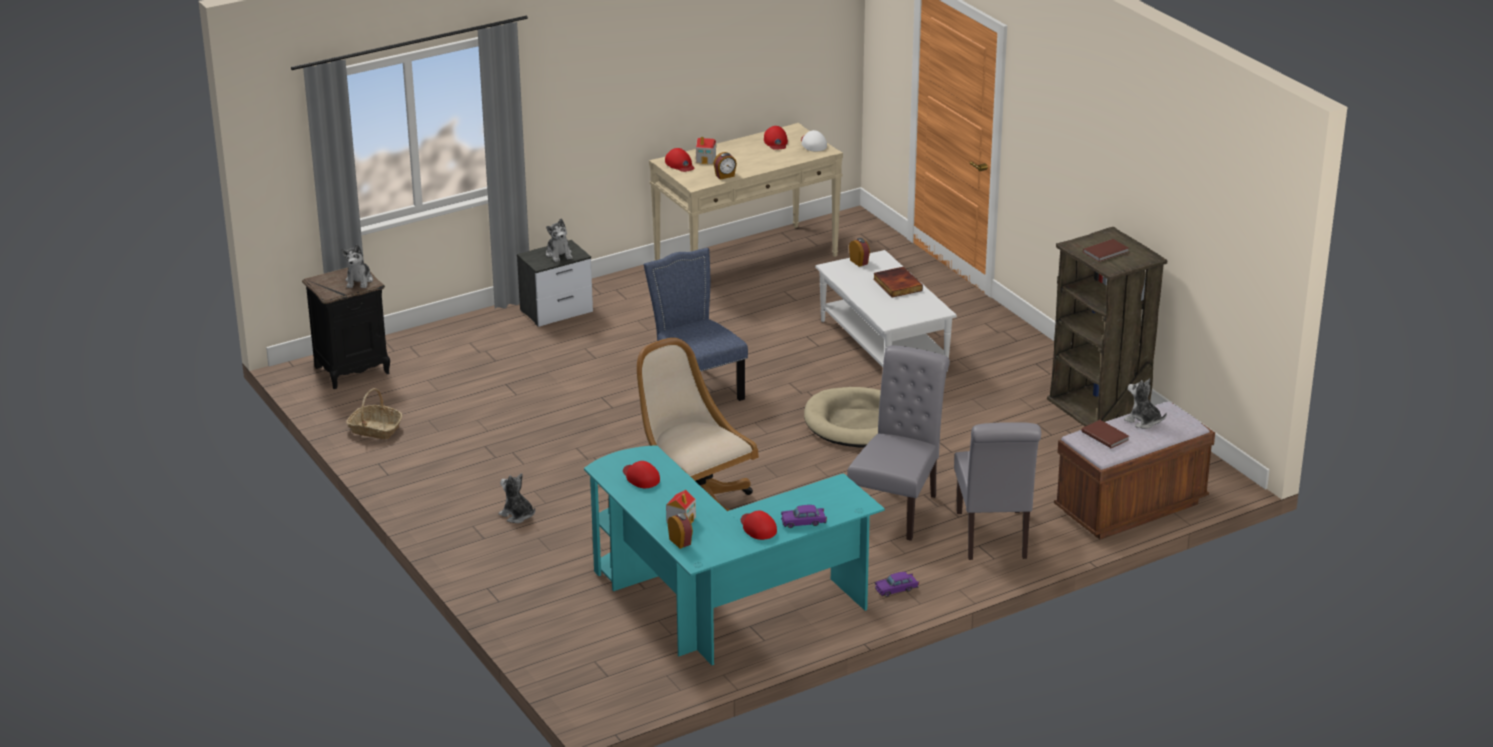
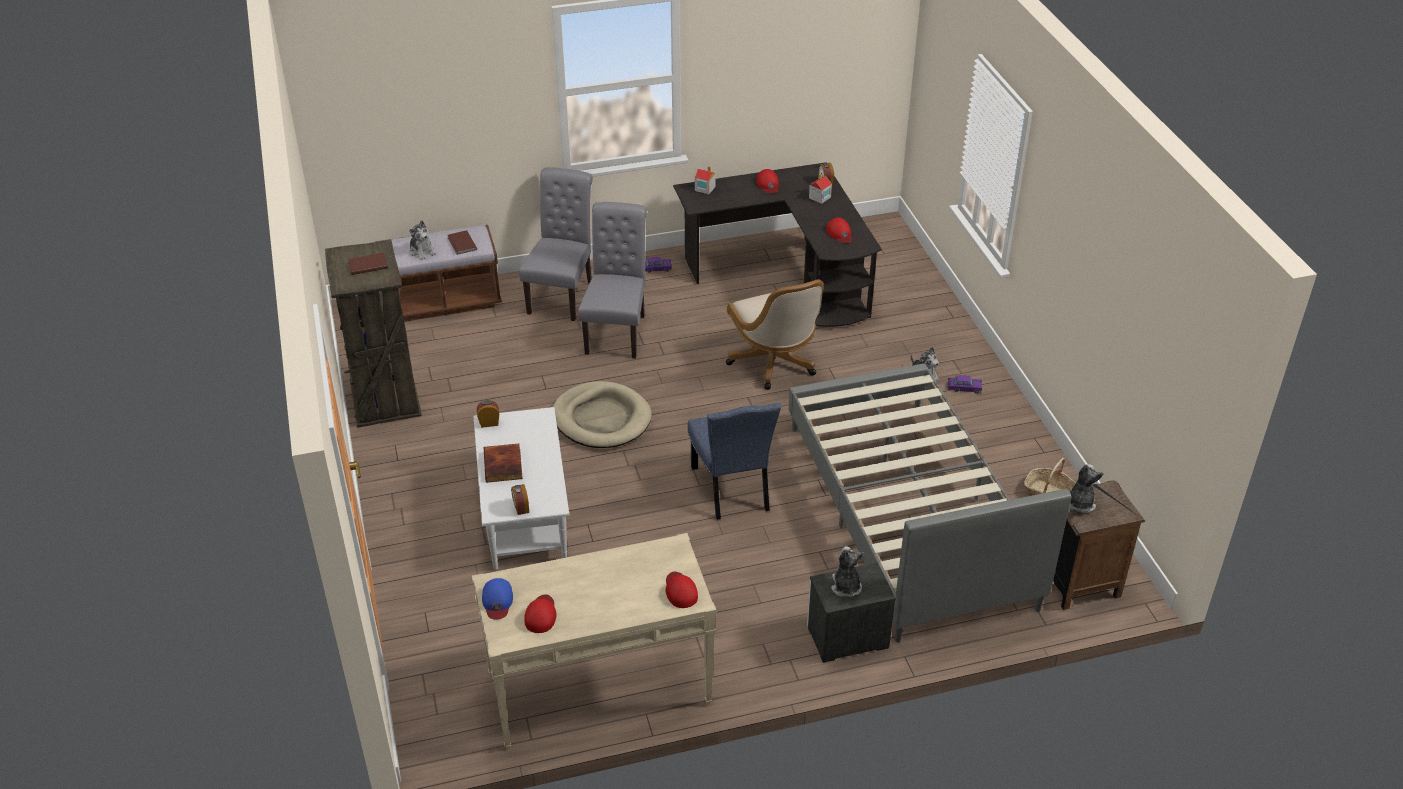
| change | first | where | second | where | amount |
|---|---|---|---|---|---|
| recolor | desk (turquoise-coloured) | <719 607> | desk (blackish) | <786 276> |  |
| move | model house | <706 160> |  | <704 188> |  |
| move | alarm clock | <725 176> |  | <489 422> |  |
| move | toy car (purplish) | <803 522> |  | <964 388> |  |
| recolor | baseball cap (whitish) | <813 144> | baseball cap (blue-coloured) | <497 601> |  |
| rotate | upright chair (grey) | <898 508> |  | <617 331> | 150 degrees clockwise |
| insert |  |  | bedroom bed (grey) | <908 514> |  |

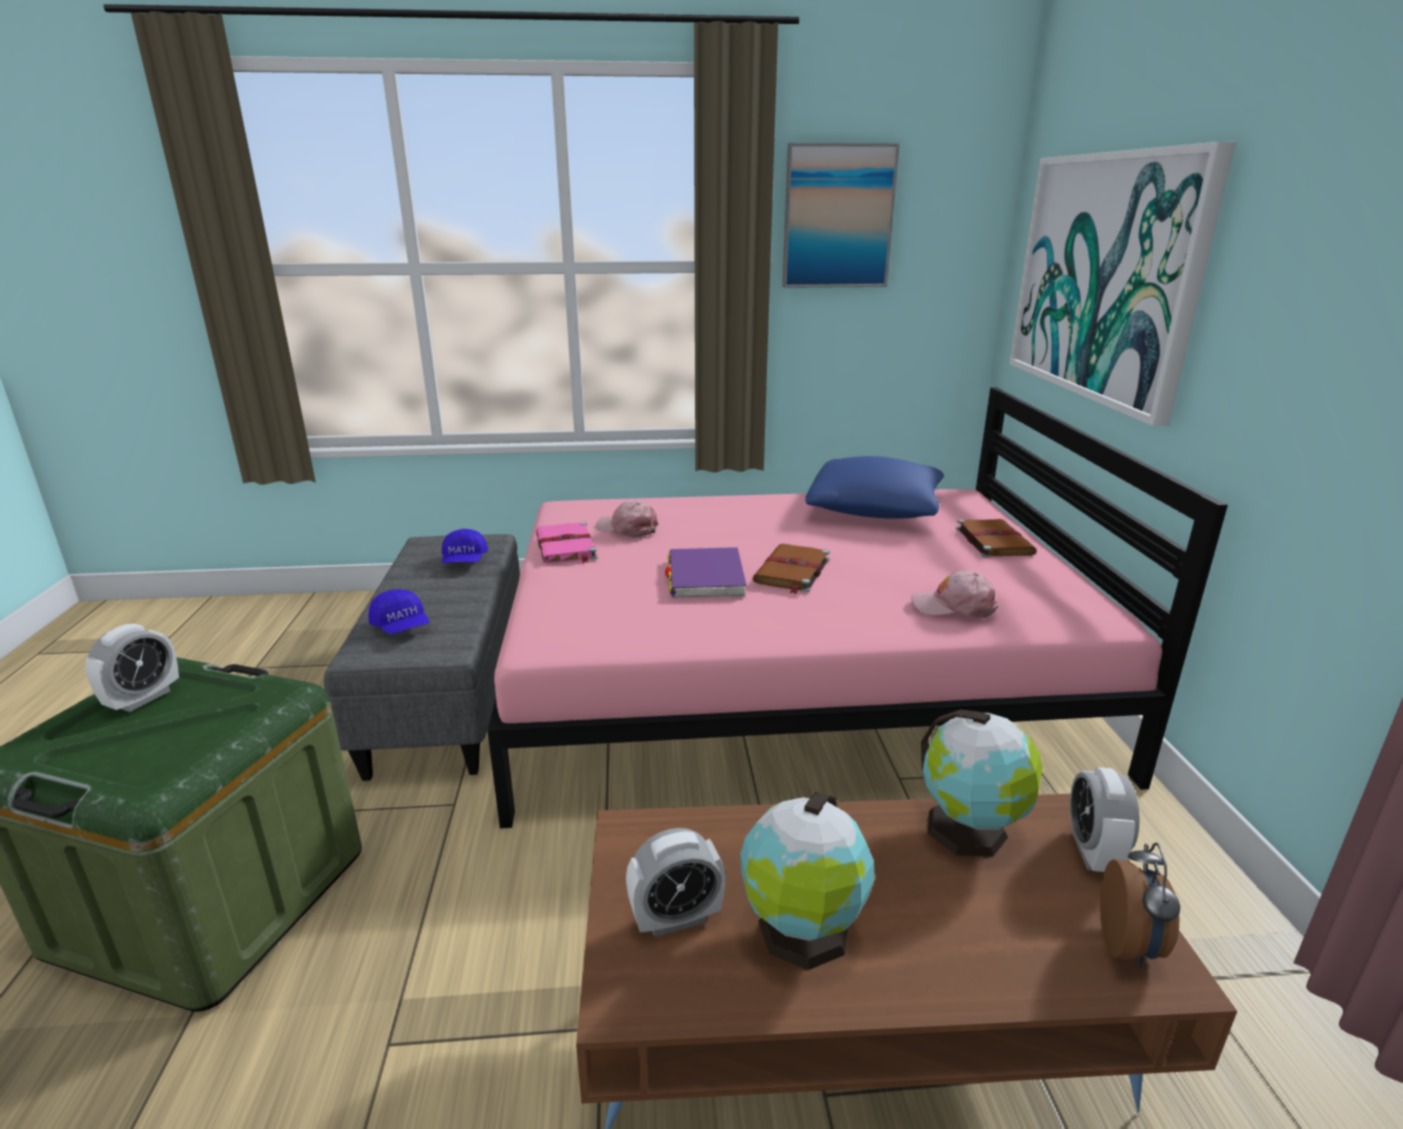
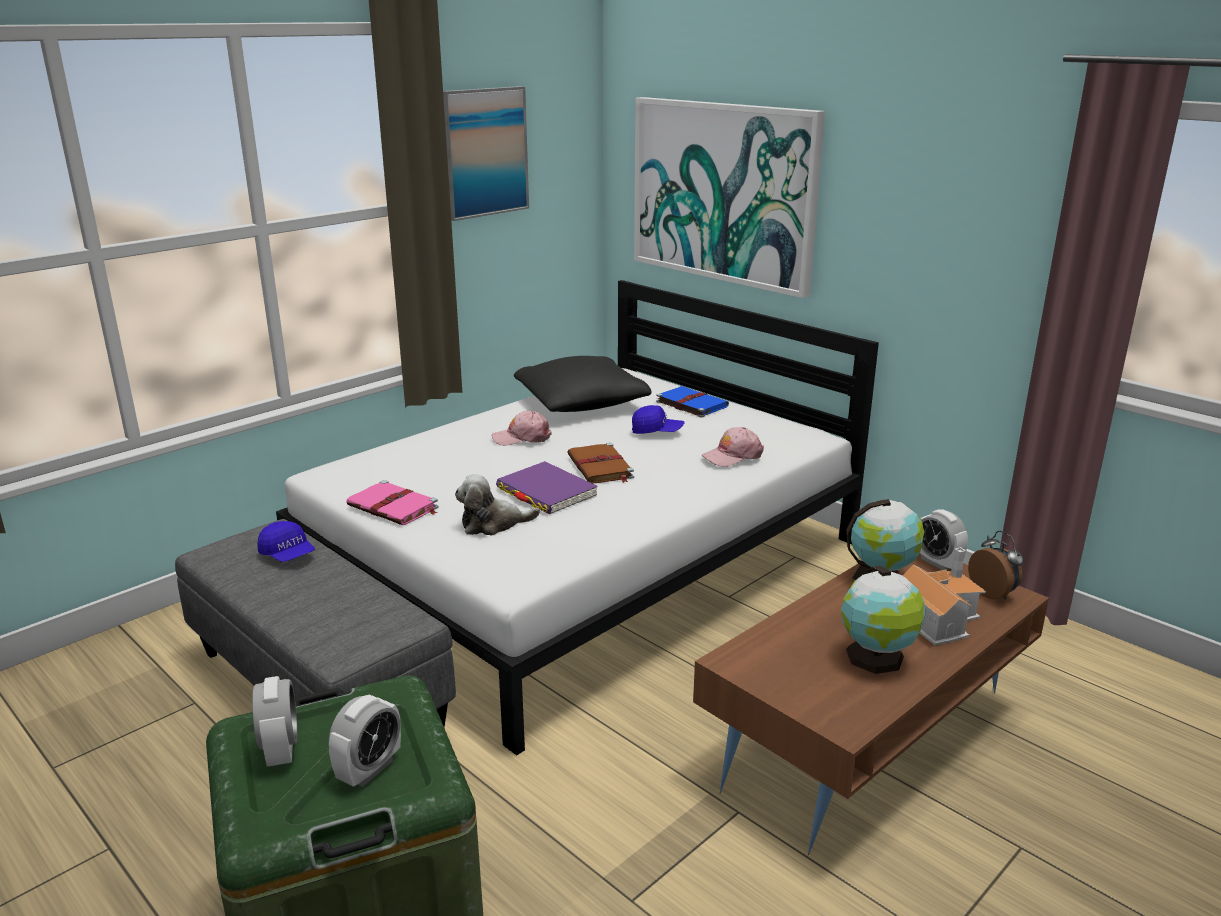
| change | first | where | second | where | amount |
|---|---|---|---|---|---|
| move | baseball cap (blue-coloured) | <401 627> |  | <657 431> |  |
| recolor | bedroom bed (pink) | <791 678> | bedroom bed (whitish) | <584 563> |  |
| move | baseball cap (pink) | <627 528> |  | <522 437> |  |
| move | alarm clock | <676 919> |  | <369 770> |  |
| recolor | cushion (blue-coloured) | <874 509> | cushion (blackish) | <581 402> |  |
| recolor | bound book (brown) | <993 540> | bound book (blue-coloured) | <690 404> |  |
| insert |  |  | soft toy | <493 524> |  |
| insert |  |  | model house | <937 617> |  |

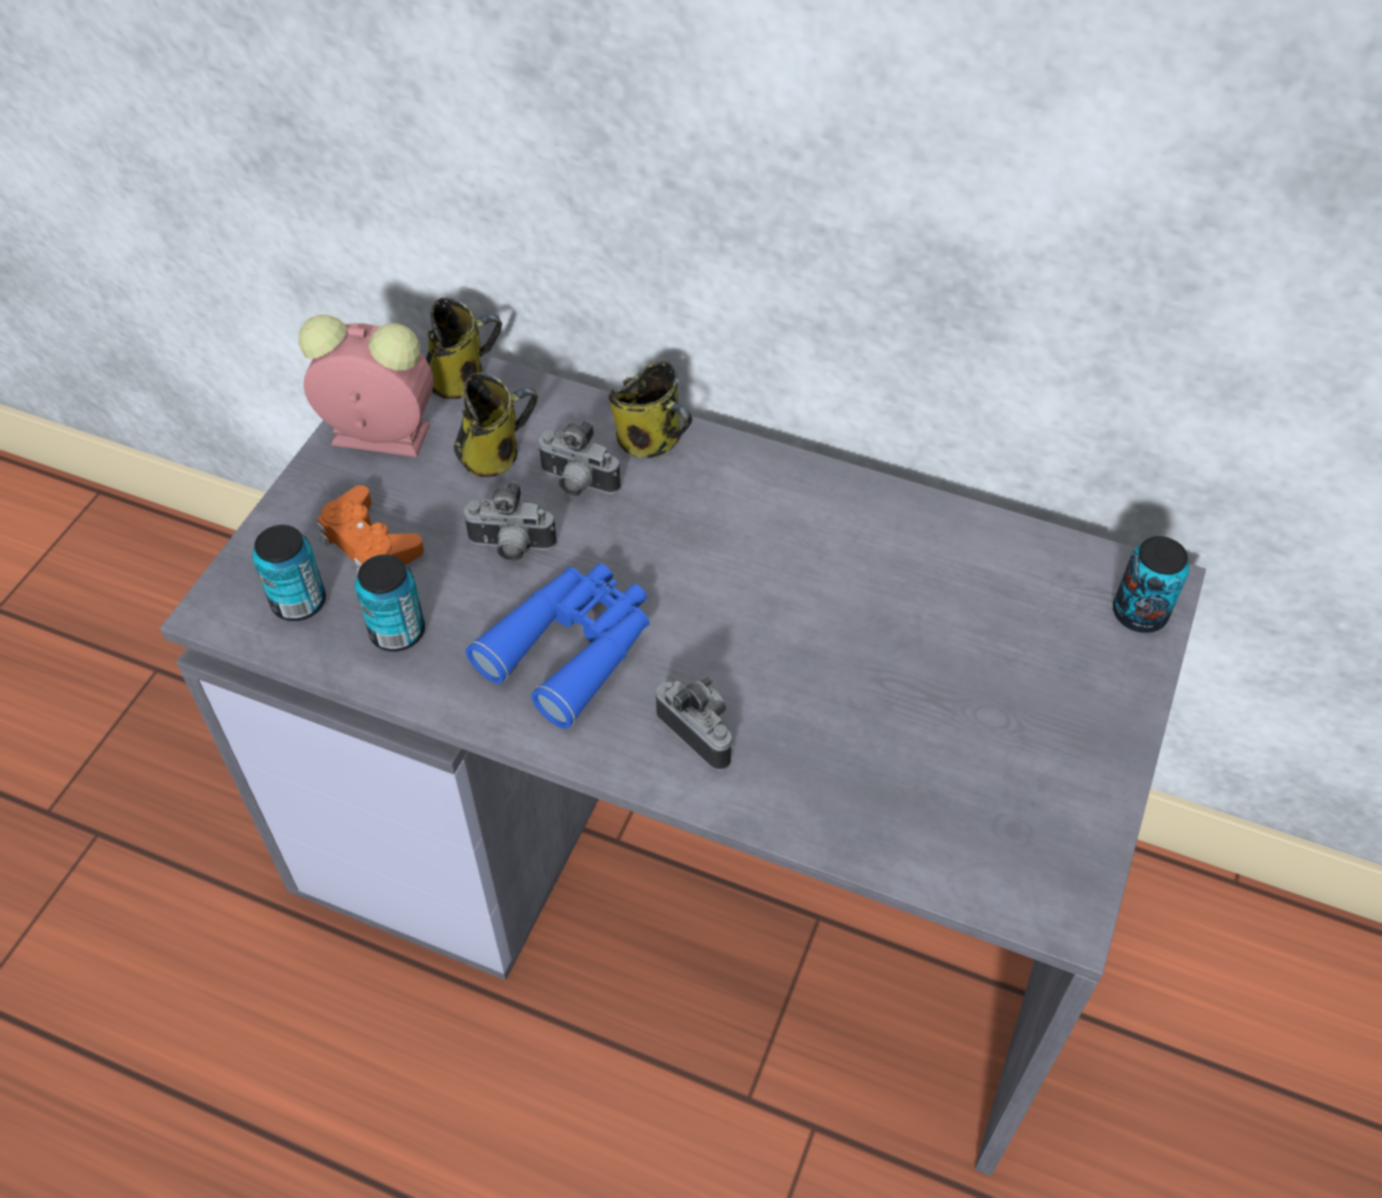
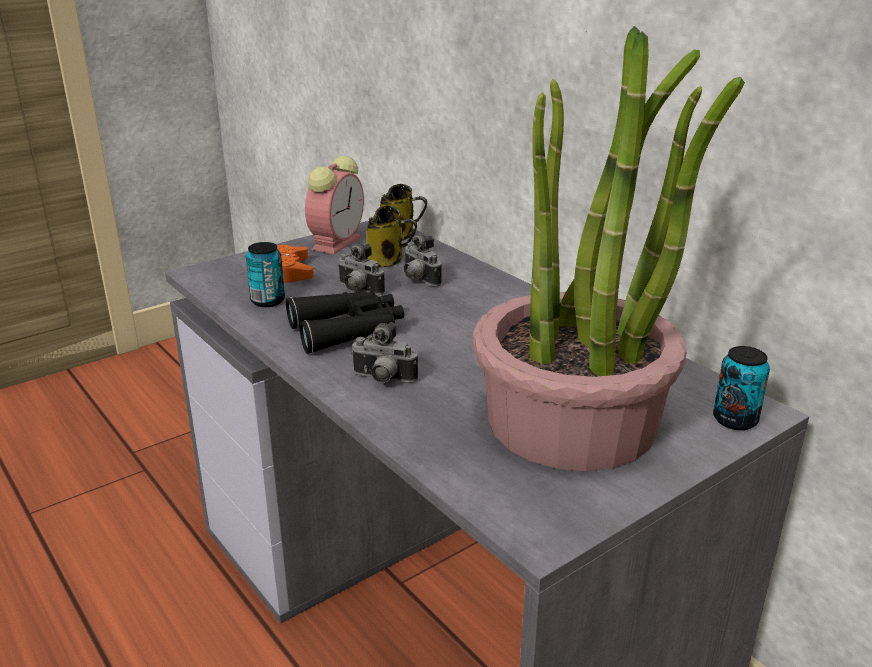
| change | first | where | second | where | amount |
|---|---|---|---|---|---|
| delete | metal can | <299 602> |  |  |  |
| rotate | alarm clock | <376 435> |  | <337 242> | 75 degrees clockwise |
| recolor | binoculars (blue-coloured) | <572 648> | binoculars (blackish) | <348 330> |  |
| delete | coffee mug | <652 441> |  |  |  |
| rotate | still camera | <701 732> |  | <383 380> | 120 degrees clockwise |
| insert |  |  | houseplant | <573 421> |  |

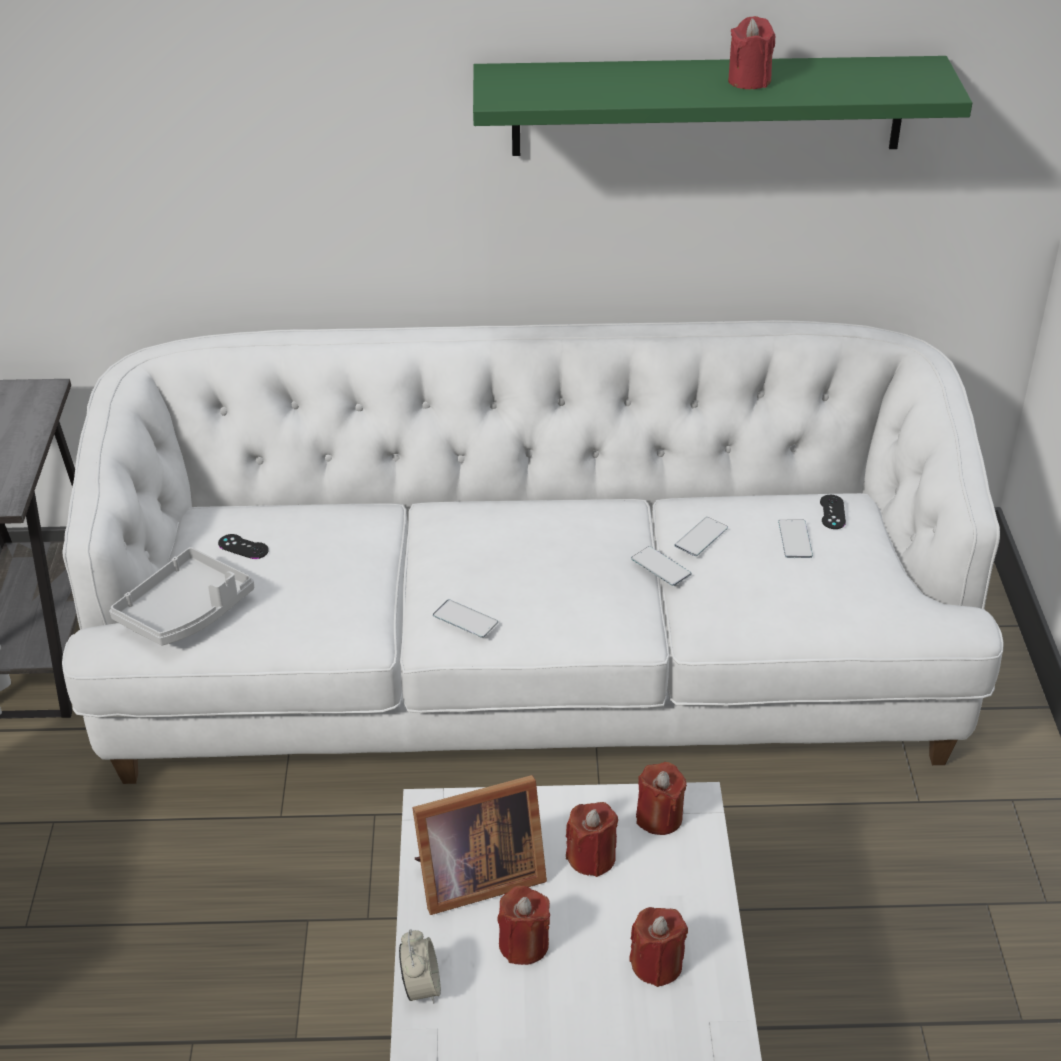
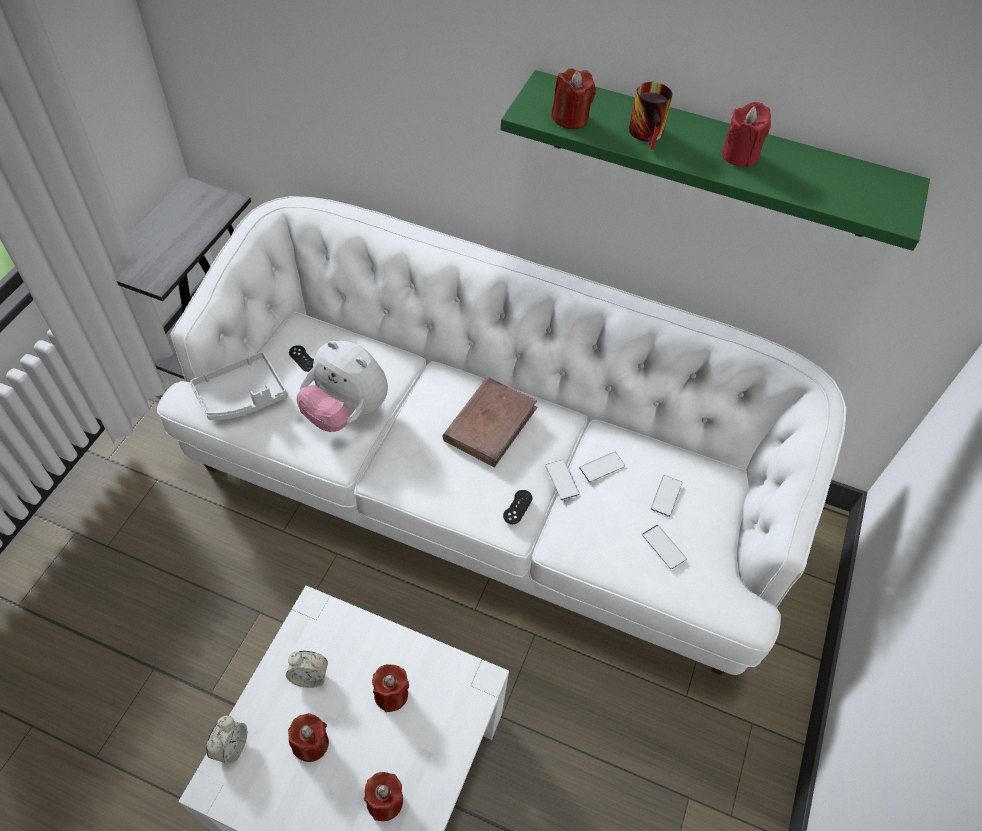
| change | first | where | second | where | amount |
|---|---|---|---|---|---|
| replace | photo frame | <474 878> | alarm clock | <309 676> |  |
| move | phone | <465 619> |  | <664 547> |  |
| move | candle (reddish) | <659 817> |  | <570 118> |  |
| move | joypad (blackish) | <832 512> |  | <517 507> |  |
| insert |  |  | soft toy | <346 411> |  |
| insert |  |  | bound book (brown) | <490 424> |  |
| insert |  |  | coffee mug | <650 134> |  |

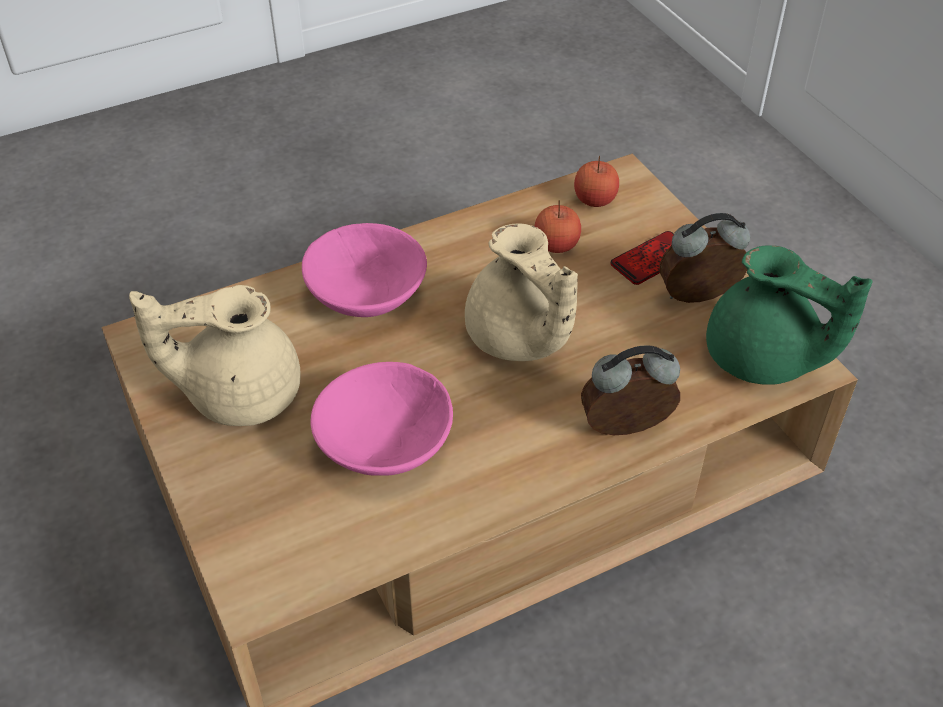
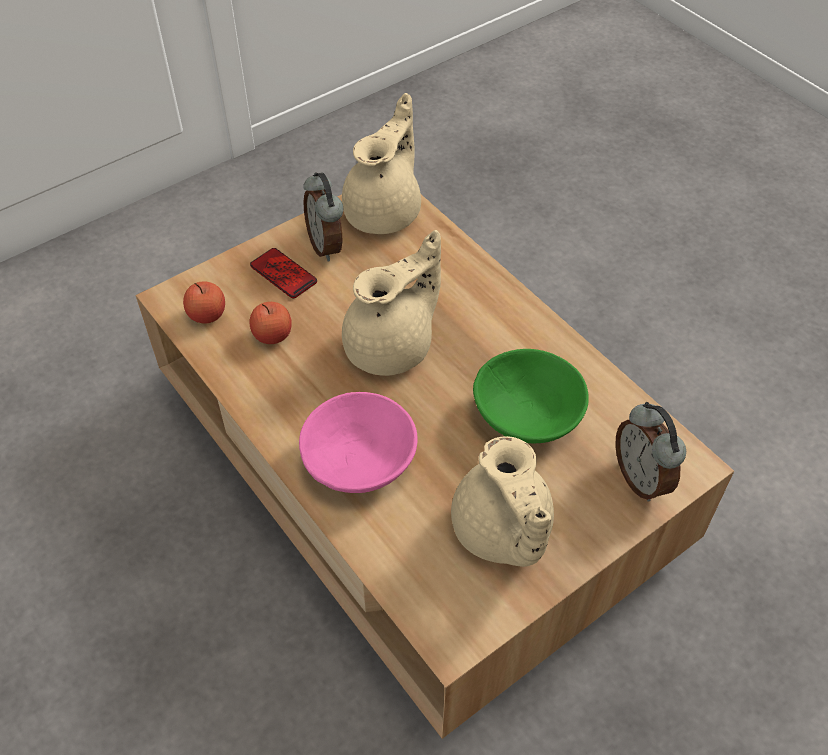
| change | first | where | second | where | amount |
|---|---|---|---|---|---|
| recolor | serving bowl (pink) | <386 445> | serving bowl (greenish) | <527 415> |  |
| move | alarm clock | <626 431> |  | <641 478> |  |
| recolor | pot for tea (greenish) | <763 360> | pot for tea (beige-coloured) | <385 212> |  |

